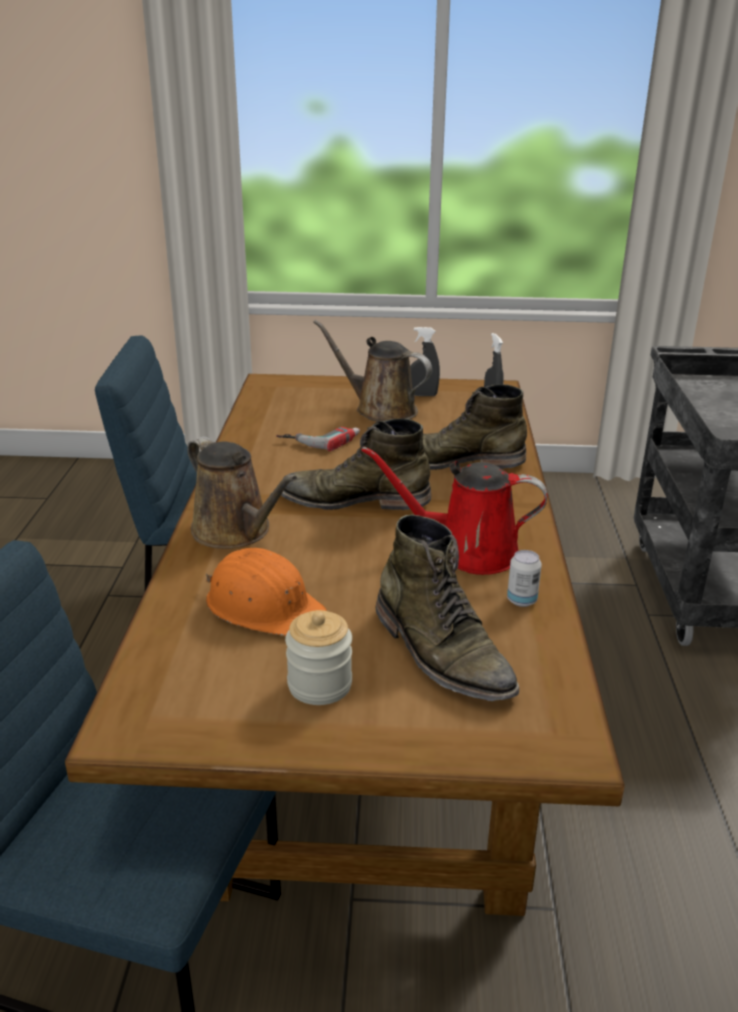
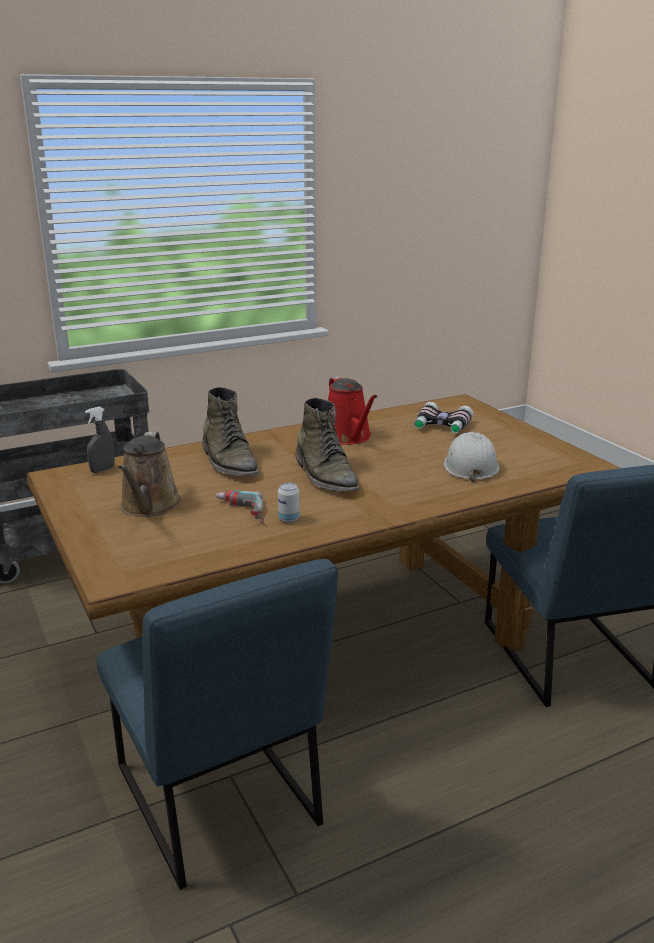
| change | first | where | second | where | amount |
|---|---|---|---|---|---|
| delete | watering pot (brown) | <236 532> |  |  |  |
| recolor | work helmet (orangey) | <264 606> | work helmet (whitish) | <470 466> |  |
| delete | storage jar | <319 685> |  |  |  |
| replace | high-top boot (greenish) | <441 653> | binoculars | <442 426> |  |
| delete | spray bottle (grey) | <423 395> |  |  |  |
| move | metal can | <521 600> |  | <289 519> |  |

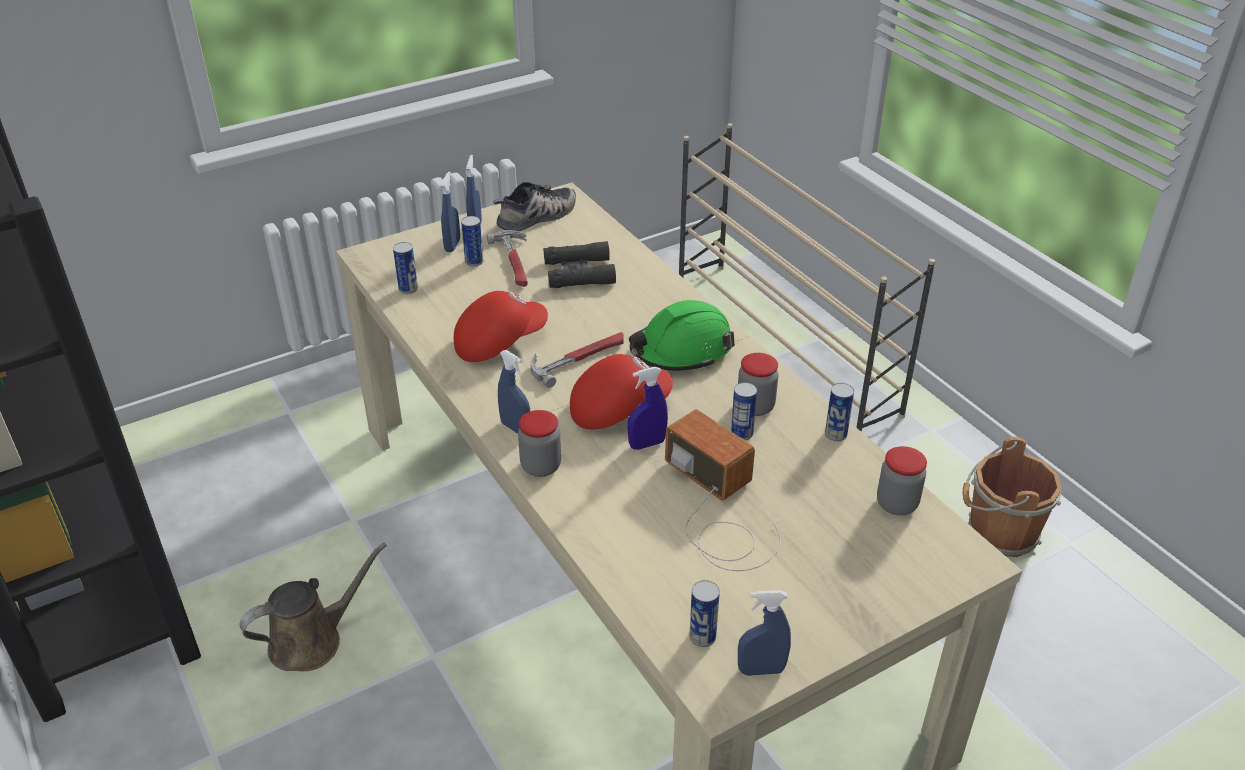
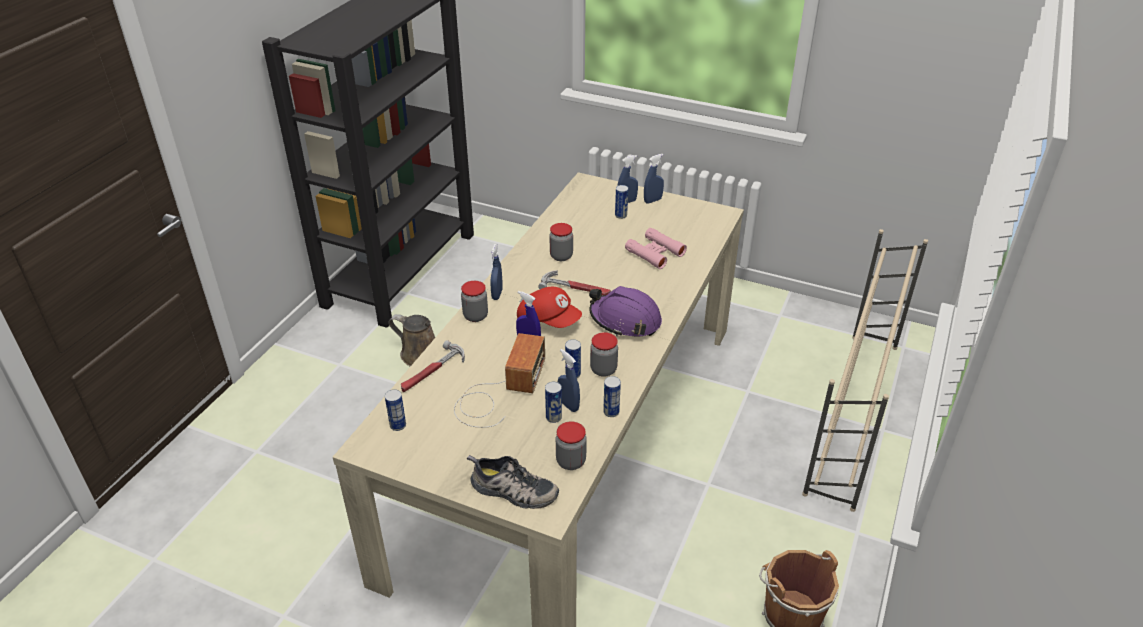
| change | first | where | second | where | amount |
|---|---|---|---|---|---|
| move | metal can | <408 289> |  | <553 417> |  |
| replace | baseball cap (reddish) | <499 341> | storage jar | <561 256> |  |
| move | tool hammer | <515 262> |  | <432 371> |  |
| move | shoe | <537 217> |  | <512 491> |  |
| recolor | binoculars (blackish) | <579 273> | binoculars (pink) | <655 253> |  |
| recolor | work helmet (greenish) | <681 350> | work helmet (purplish) | <625 320> |  |
| move | spray bottle (blue-coloured) | <761 670> |  | <568 405> |  |

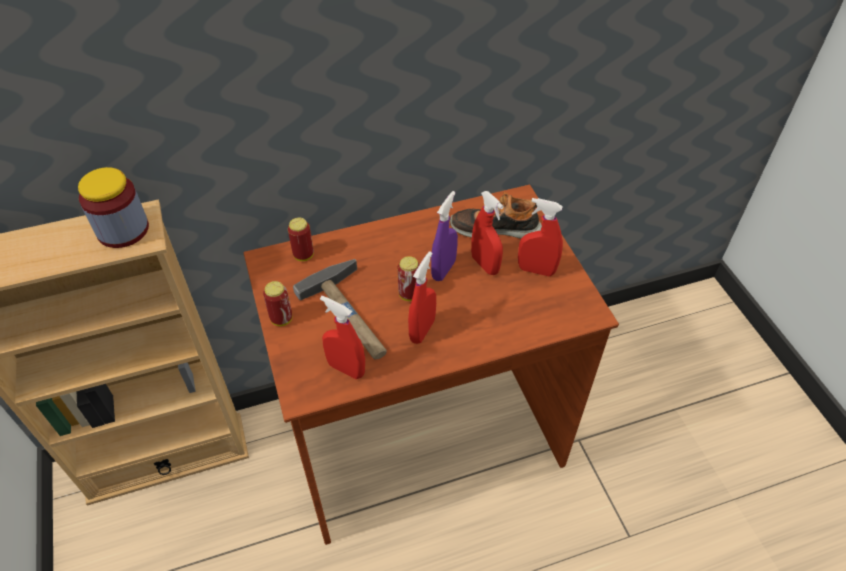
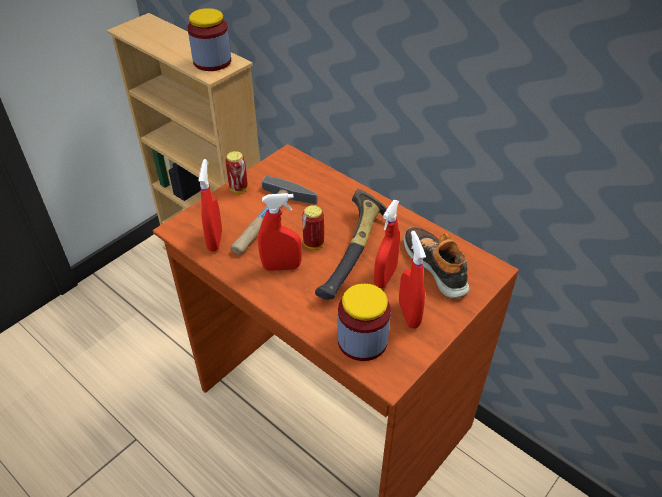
| change | first | where | second | where | amount |
|---|---|---|---|---|---|
| delete | metal can | <303 255> |  |  |  |
| replace | spray bottle (purplish) | <443 270> | tool hammer | <357 253> |  |
| insert |  |  | storage jar | <362 341> |  |

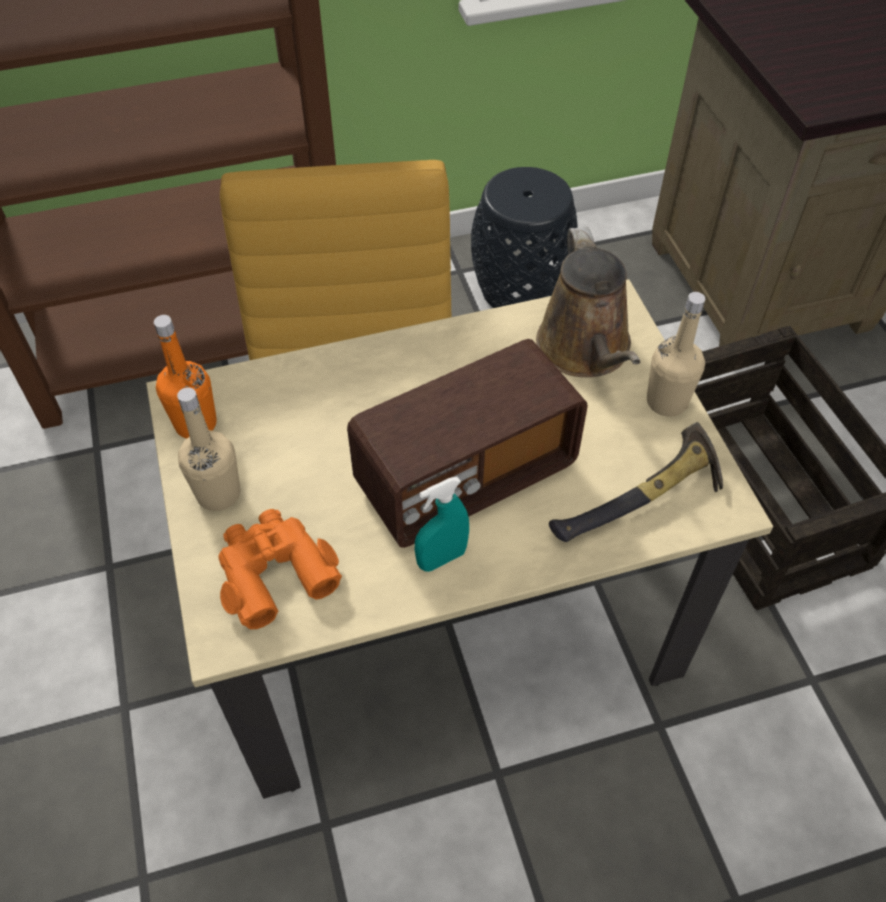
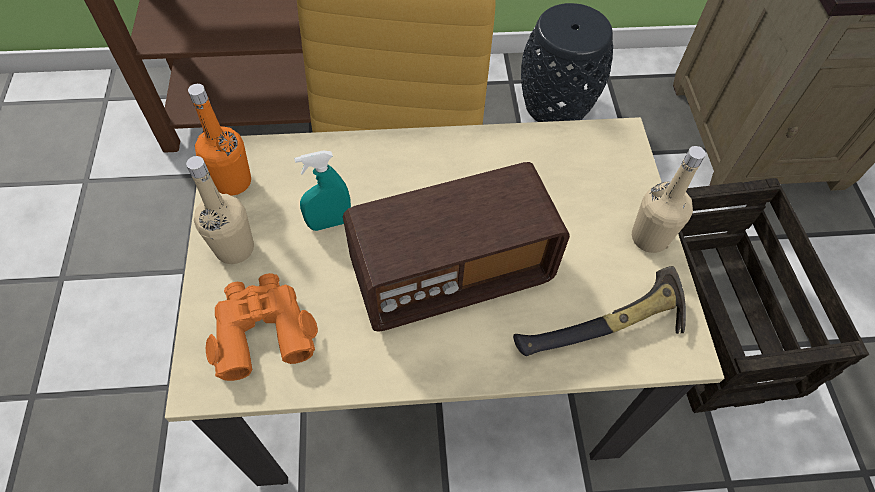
| change | first | where | second | where | amount |
|---|---|---|---|---|---|
| move | spray bottle (turquoise-coloured) | <442 558> |  | <329 223> |  |
| delete | watering pot (brown) | <586 350> |  |  |  |

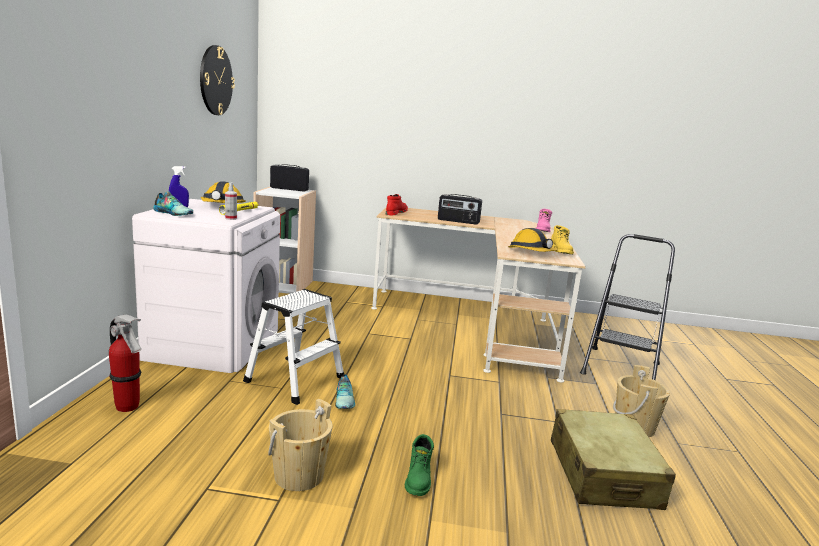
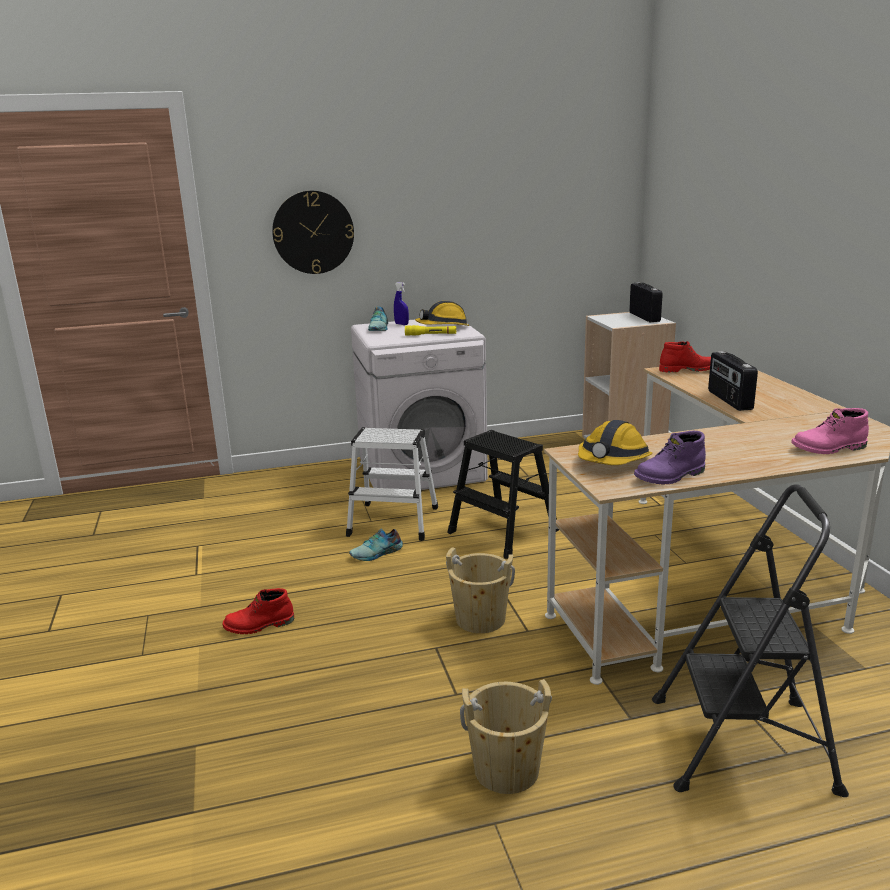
| change | first | where | second | where | amount |
|---|---|---|---|---|---|
| delete | fire extinguisher | <128 407> |  |  |  |
| move | hanging clock | <215 80> |  | <313 232> |  |
| delete | spray bottle | <231 218> |  |  |  |
| move | water bucket (beige-coloured) | <299 475> |  | <480 619> |  |
| recolor | high-top boot (greenish) | <419 479> | high-top boot (reddish) | <259 625> |  |
| recolor | high-top boot (yellow) | <561 251> | high-top boot (purplish) | <670 476> |  |
| delete | suitcase (beige-coloured) | <603 474> |  |  |  |
| insert |  |  | stepladder (blackish) | <503 531> |  |

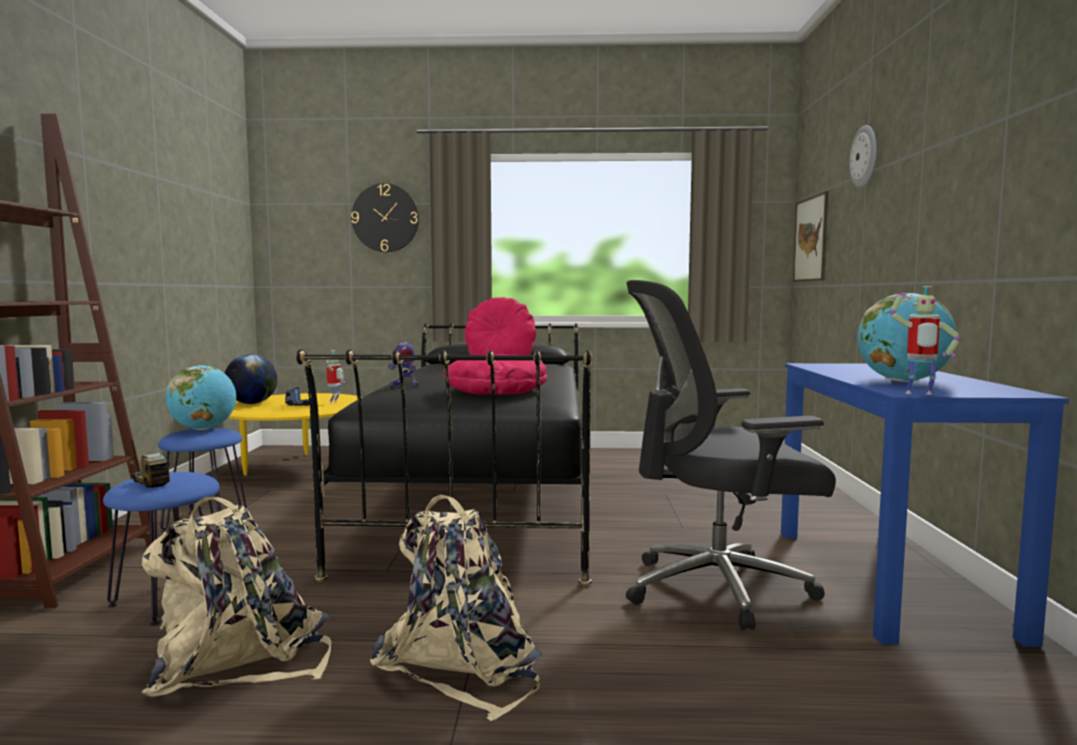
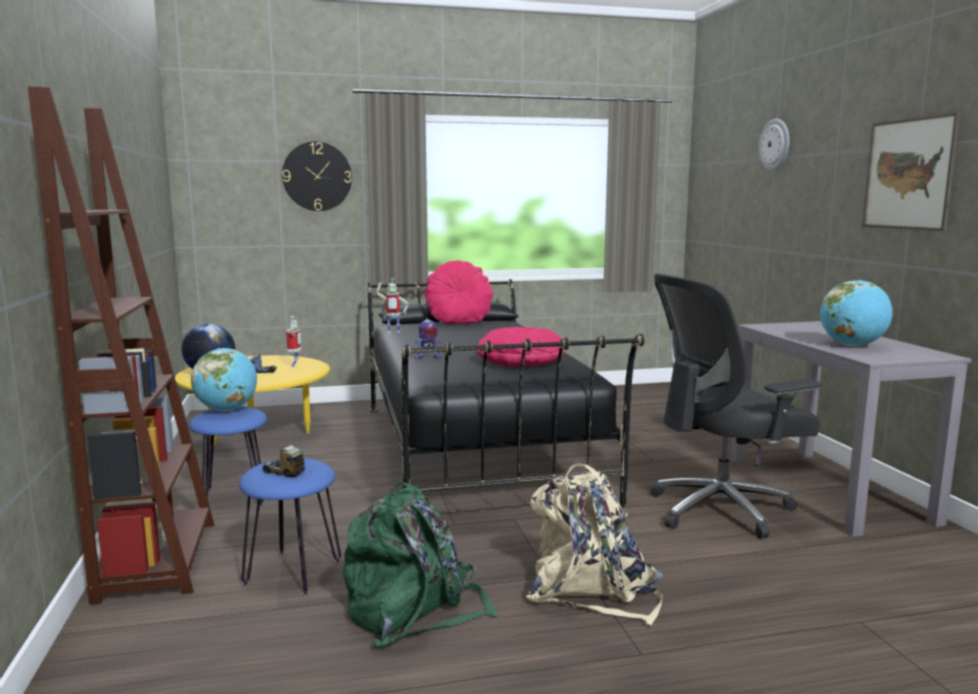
| change | first | where | second | where | amount |
|---|---|---|---|---|---|
| recolor | rucksack (beige-coloured) | <239 659> | rucksack (greenish) | <414 611> |  |
| recolor | desk (blue-coloured) | <887 580> | desk (grey) | <827 489> |  |
| move | picture | <810 239> |  | <908 174> |  |
| move | robot figure | <919 394> |  | <393 332> |  |

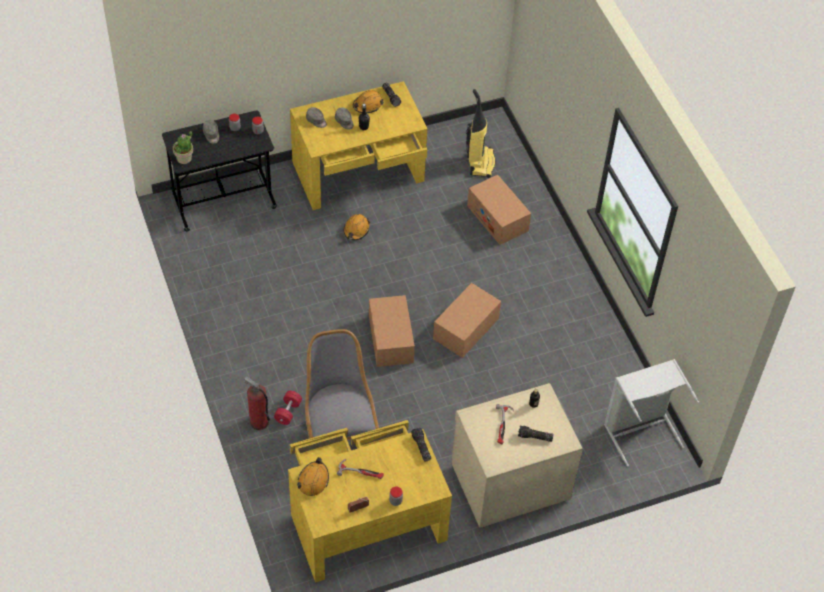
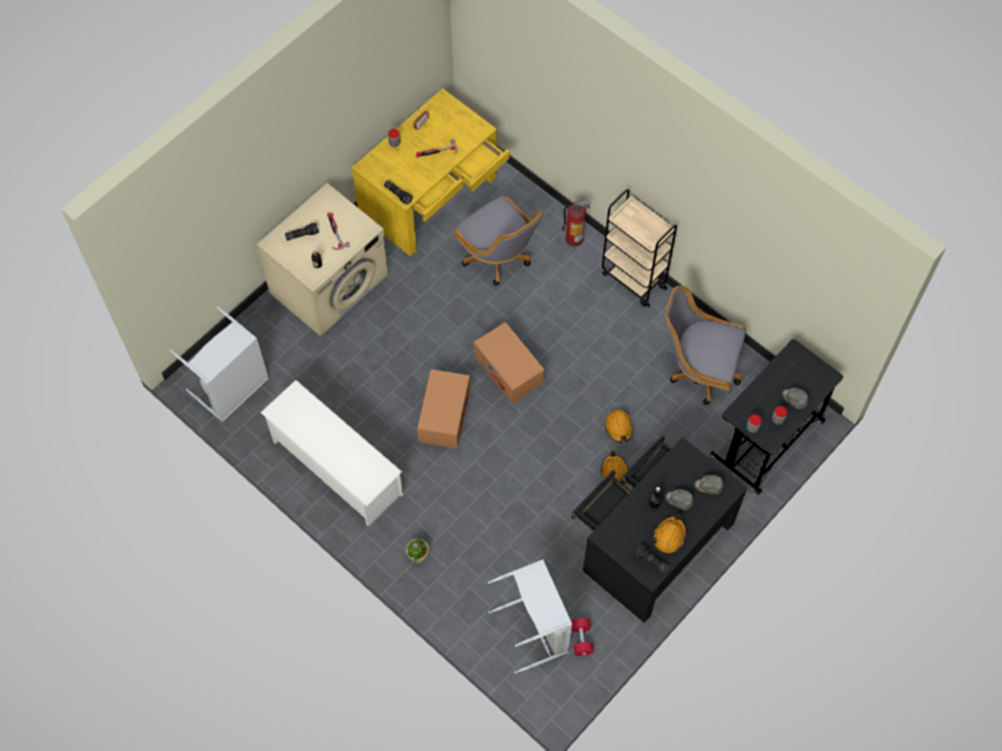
| change | first | where | second | where | amount |
|---|---|---|---|---|---|
| move | houseplant | <184 158> |  | <418 556> |  |
| move | hand weight (reddish) | <288 412> |  | <581 639> |  |
| recolor | desk (yellow) | <361 176> | desk (blackish) | <651 542> |  |
| move | work helmet (orangey) | <313 480> |  | <619 427> |  |
| replace | vacuum | <480 162> | hamper (grey) | <536 628> |  |
| delete | cardboard box | <497 218> |  |  |  |
| insert |  |  | shoe shelf (whitish) | <336 468> |  |
| insert |  |  | wheeled cart (beige-coloured) | <634 281> |  |
| insert |  |  | desk chair (grey) | <698 371> |  |

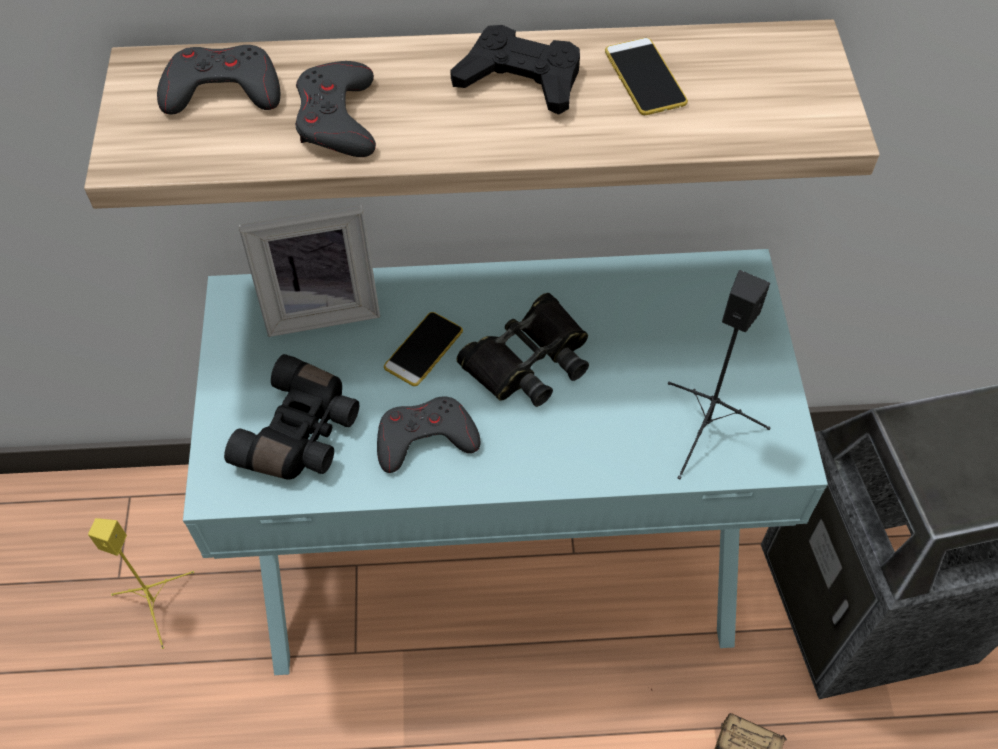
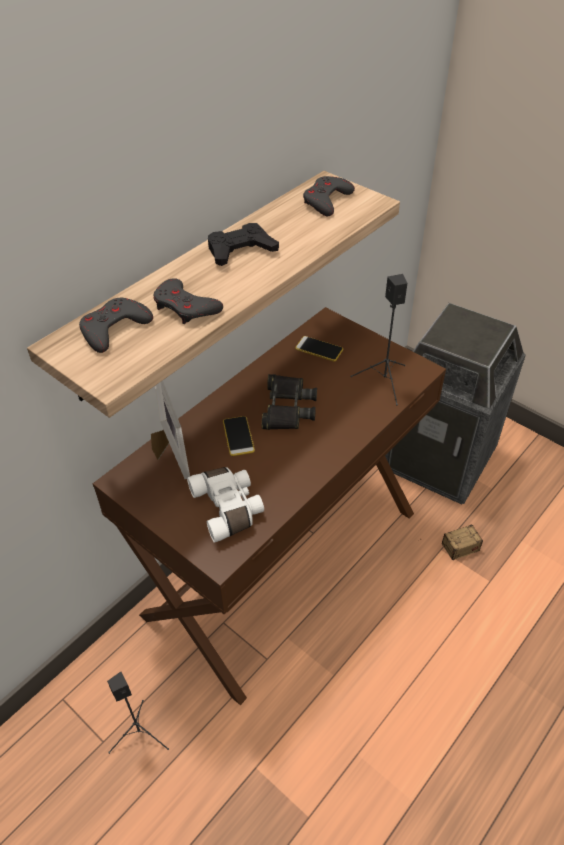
| change | first | where | second | where | amount |
|---|---|---|---|---|---|
| recolor | audio speaker (yellow) | <156 603> | audio speaker (blackish) | <139 733> |  |
| recolor | desk (turquoise-coloured) | <499 554> | desk (brown) | <282 560> |  |
| recolor | binoculars (blackish) | <302 434> | binoculars (whitish) | <229 508> |  |
| rotate | photo frame | <321 308> |  | <169 455> | 45 degrees counterclockwise |
| move | joypad (grey) | <425 438> |  | <326 200> |  |
| move | phone | <645 77> |  | <319 349> |  |

